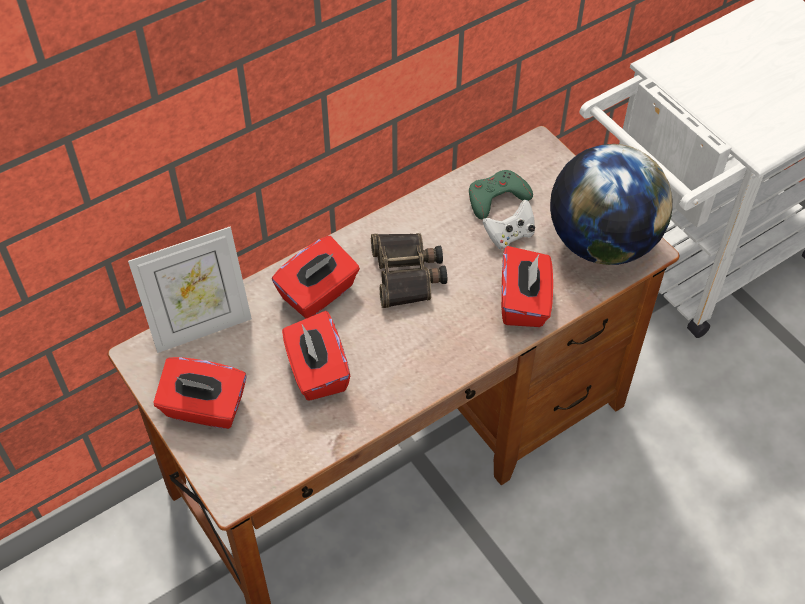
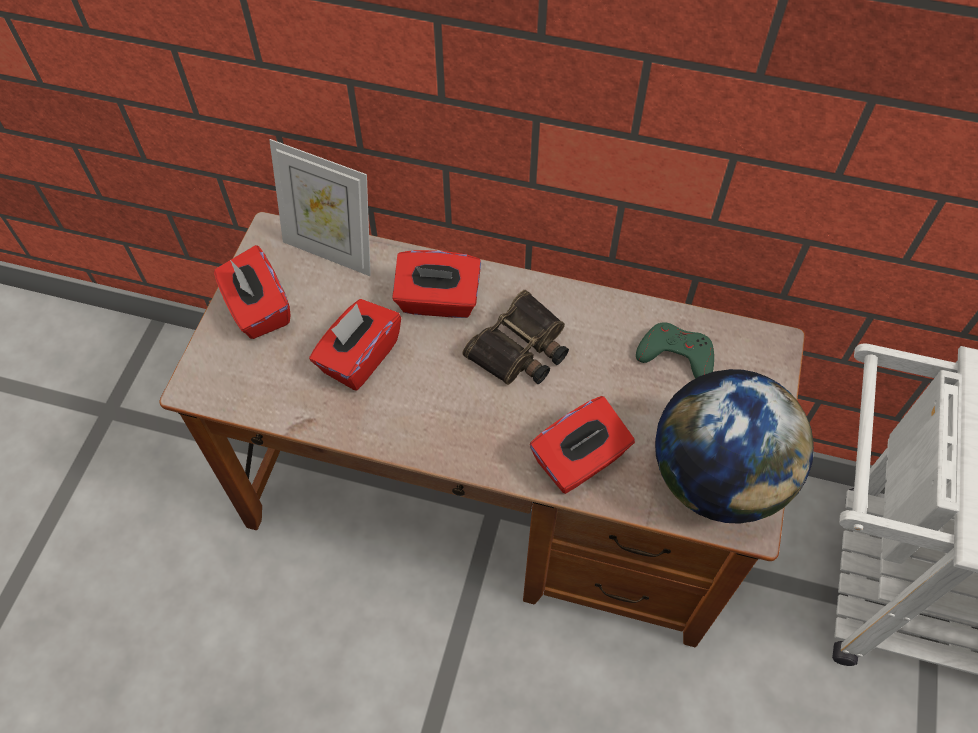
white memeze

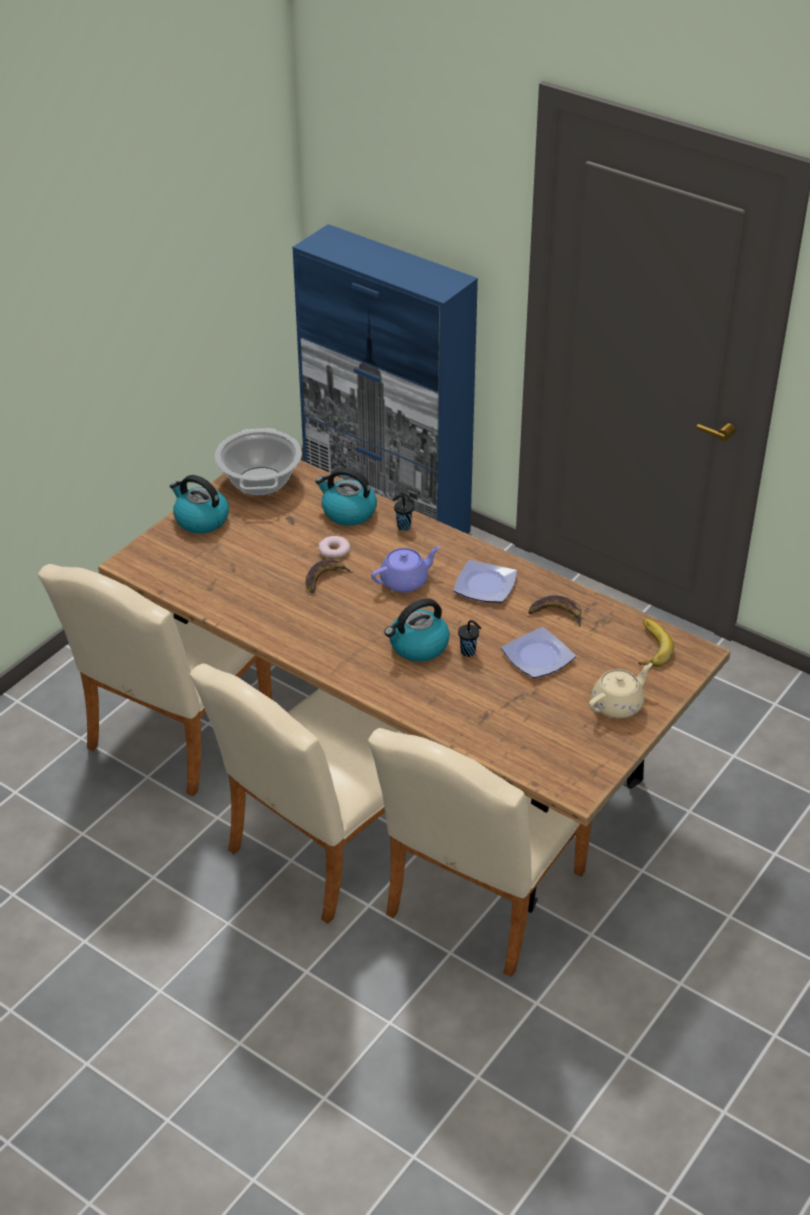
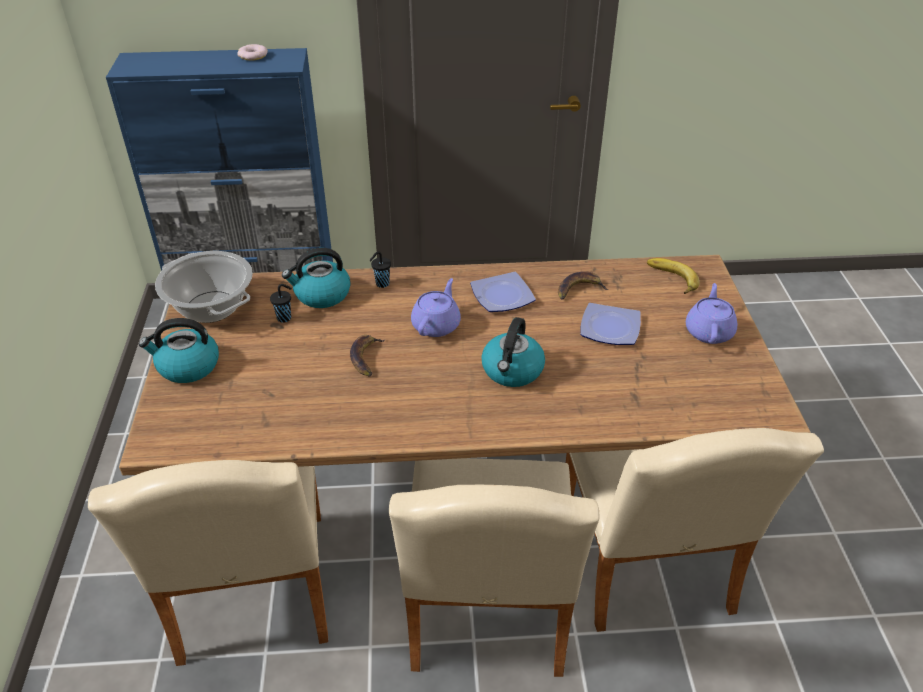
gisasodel
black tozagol (1st from left)
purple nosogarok (2nd from left)

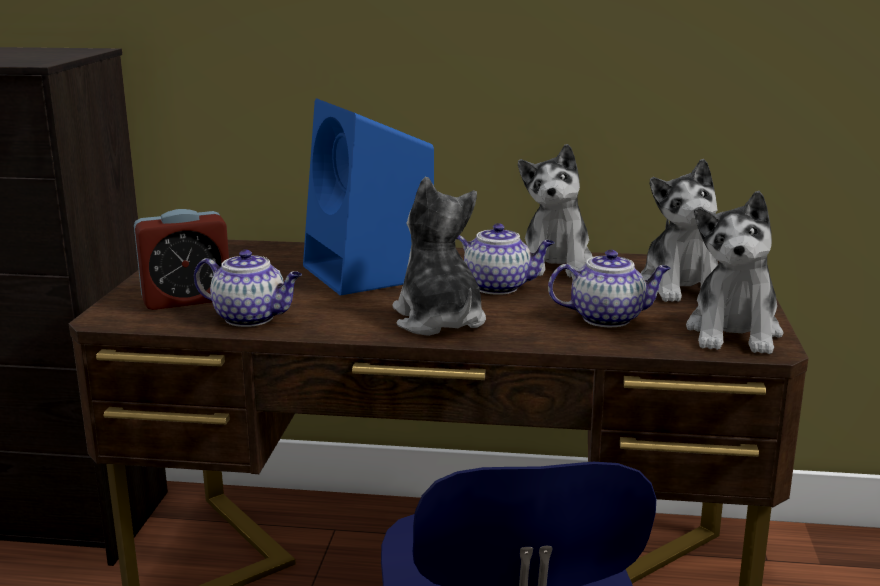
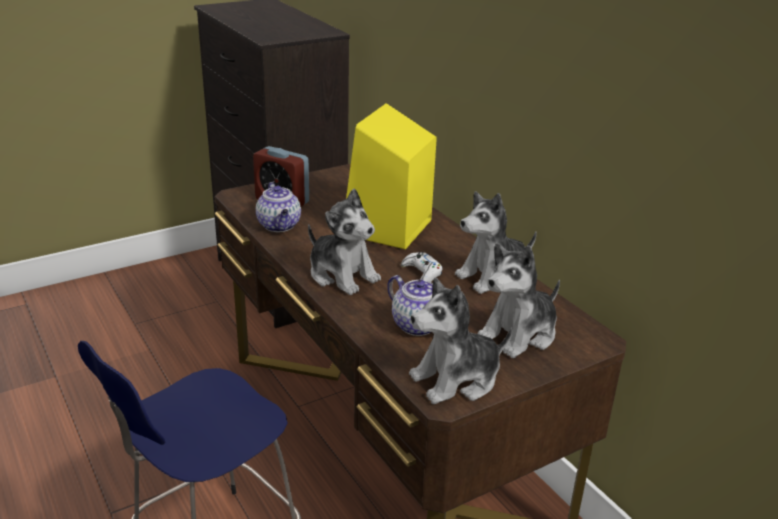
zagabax (1st from left)
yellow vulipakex
white memeze

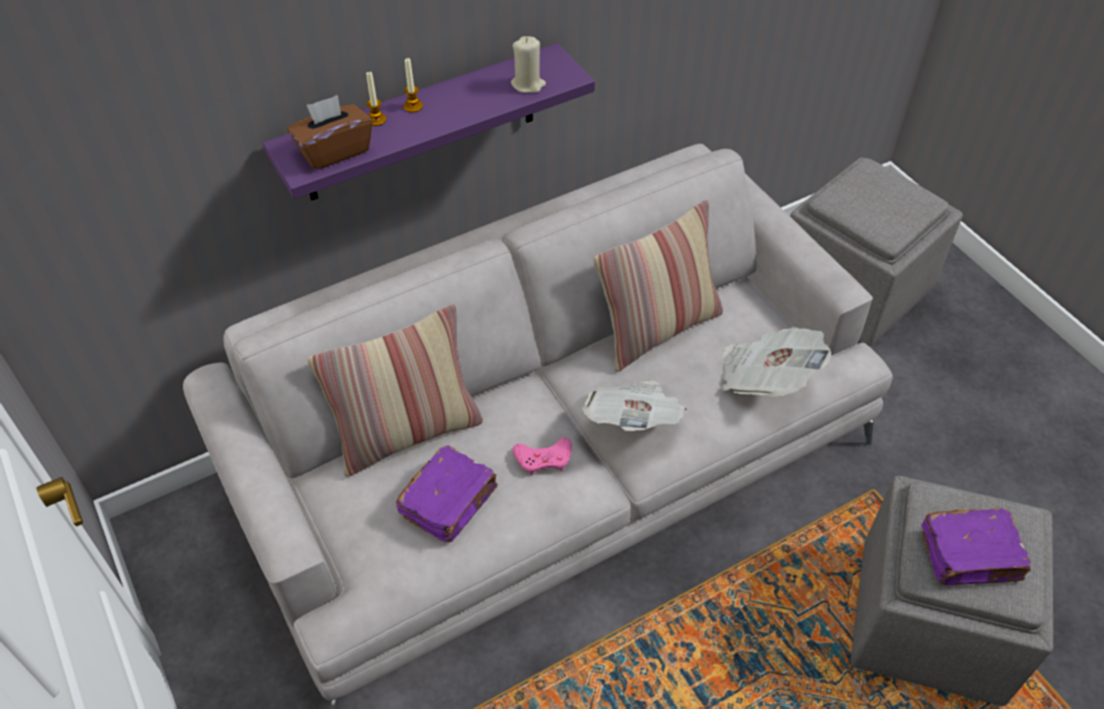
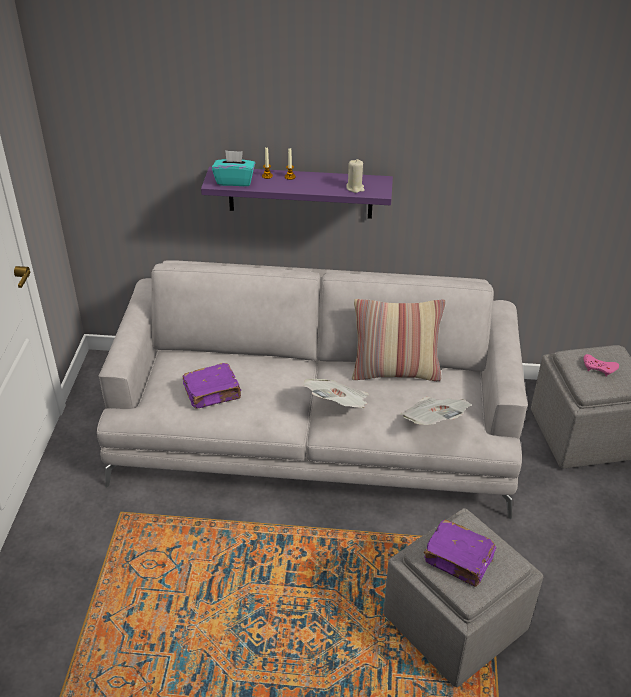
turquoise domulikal
pink memeze
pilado (1st from left in the first image)

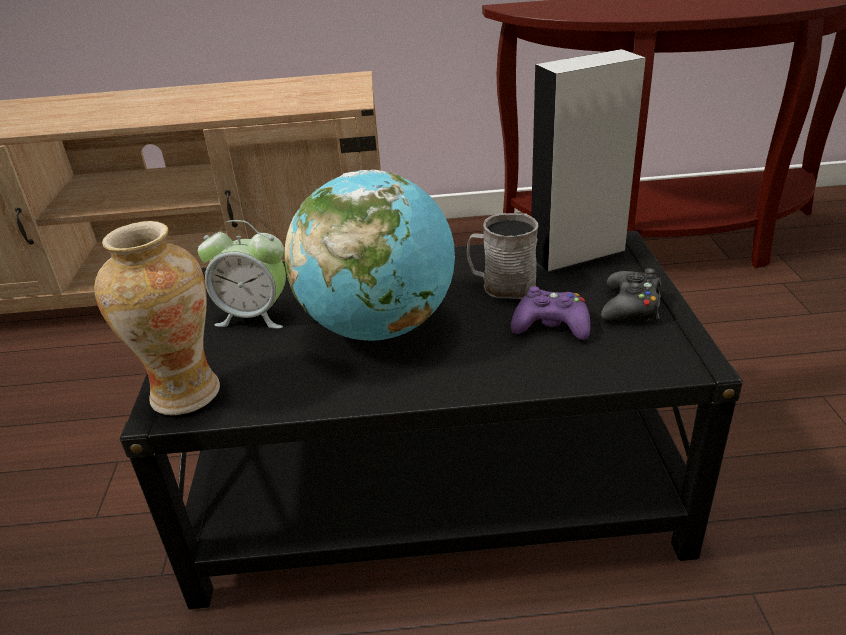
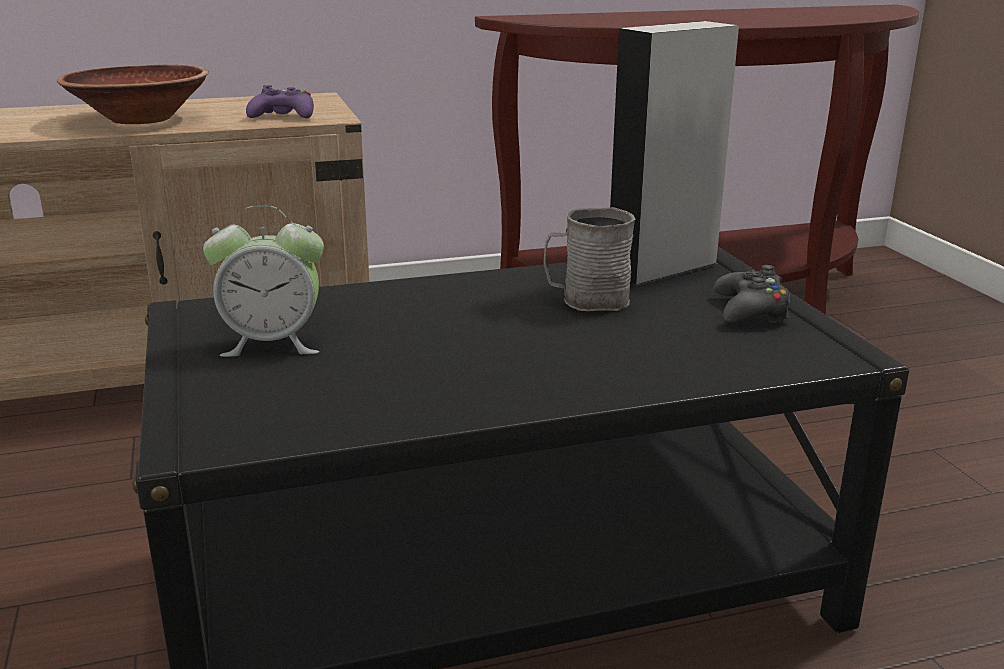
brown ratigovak
purple memeze
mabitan
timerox

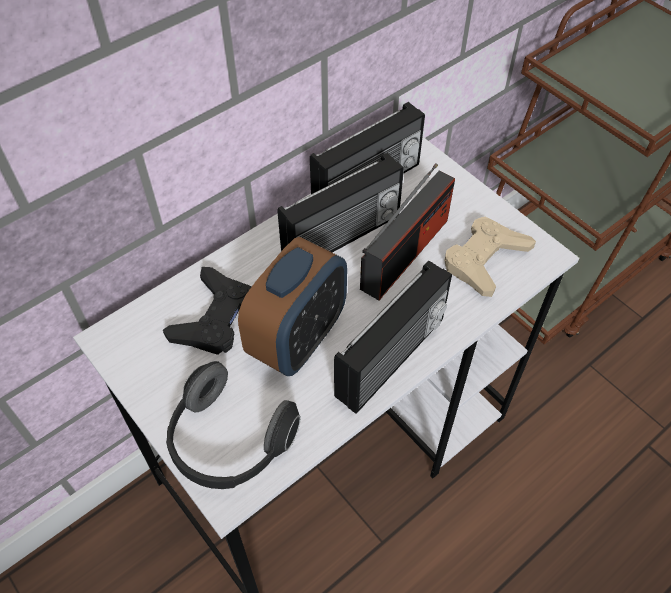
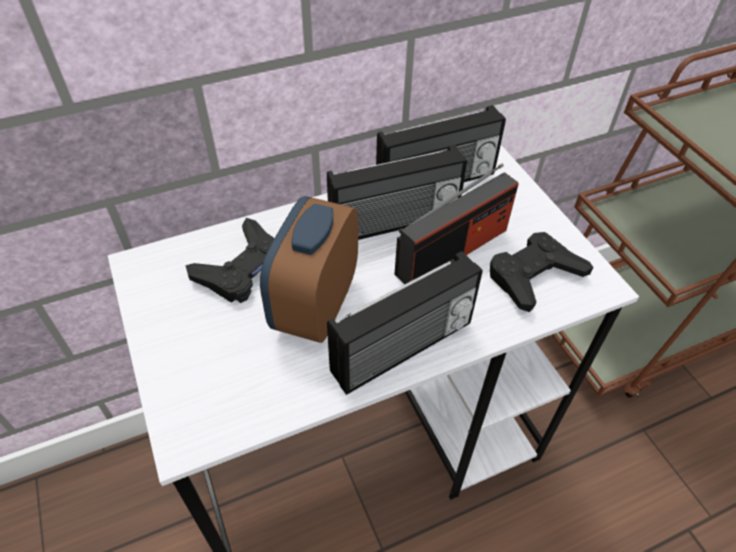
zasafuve
black memeze (2nd from left)
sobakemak

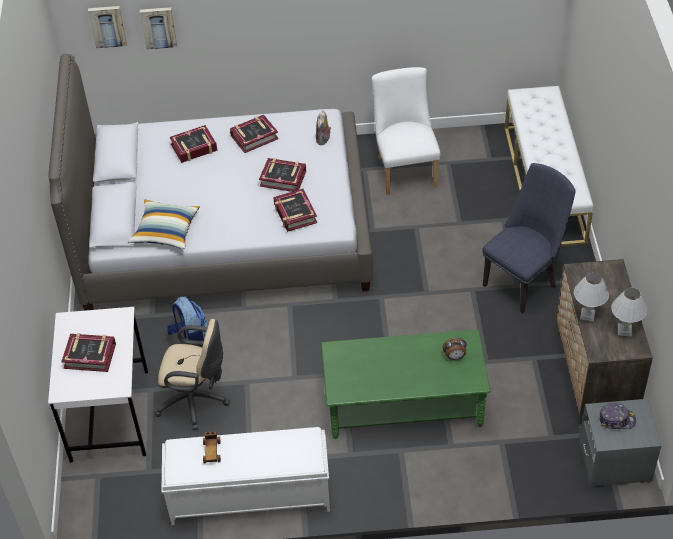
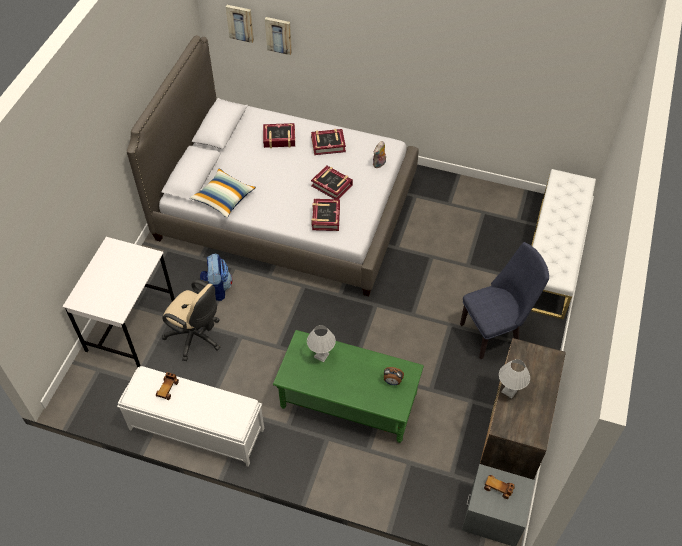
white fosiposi (1st from left)
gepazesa (2nd from left)
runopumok (1st from left in the first image)
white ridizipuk

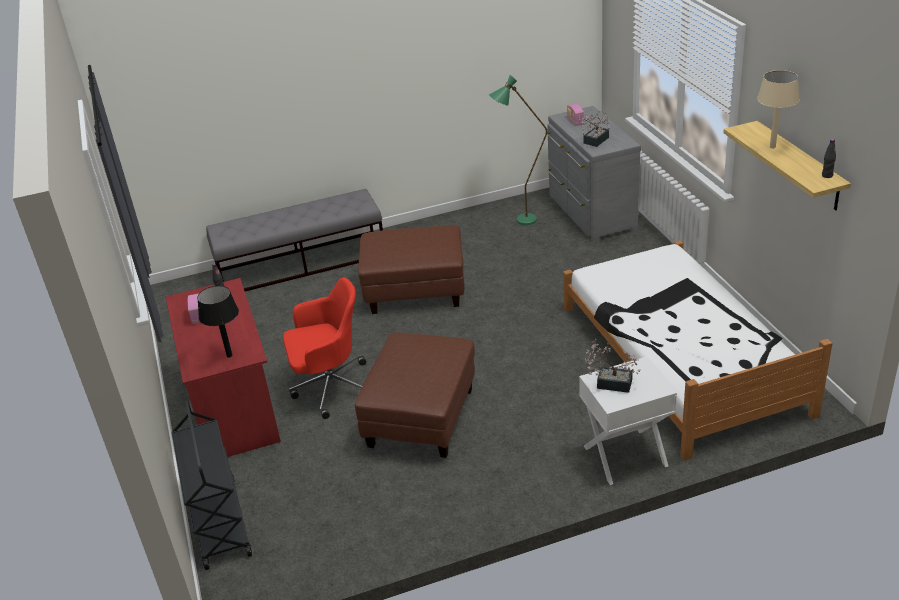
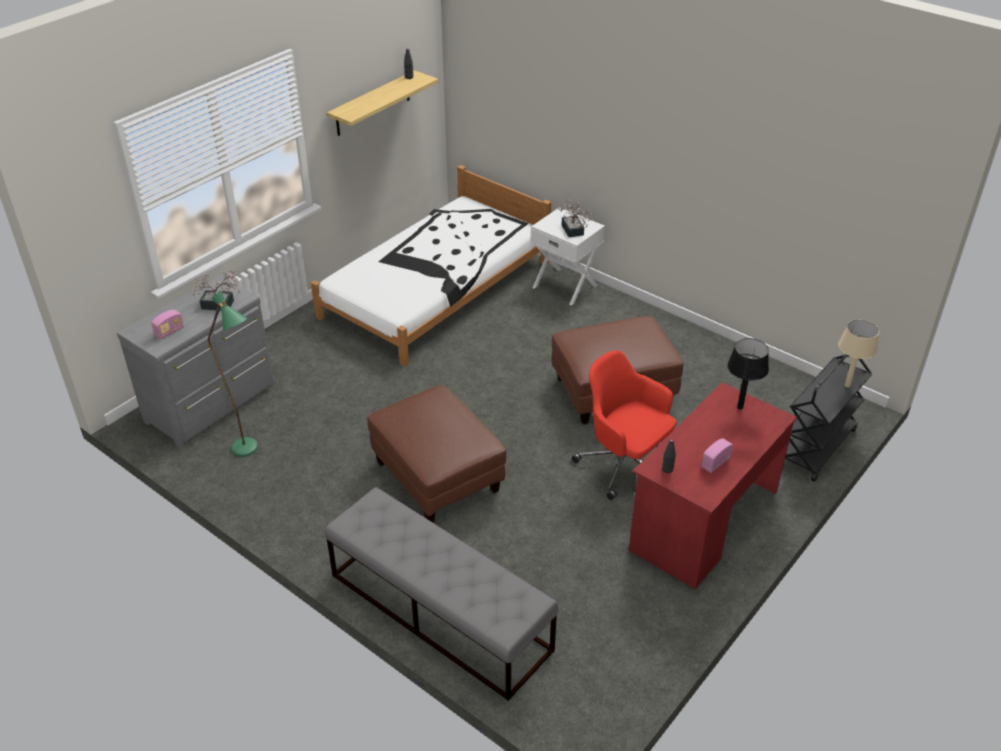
beige fosiposi

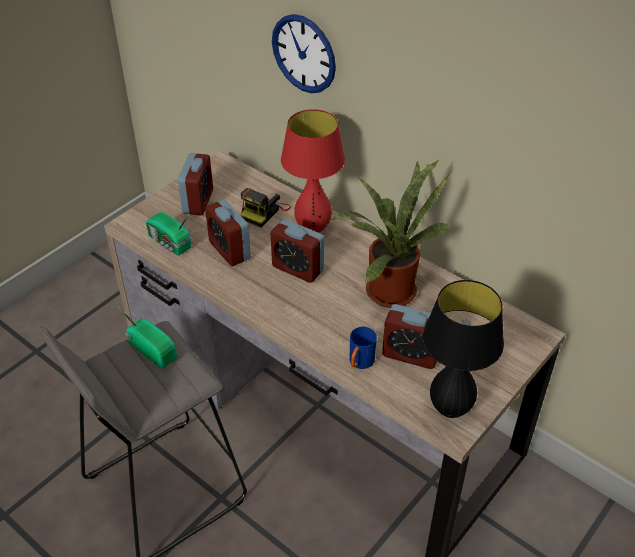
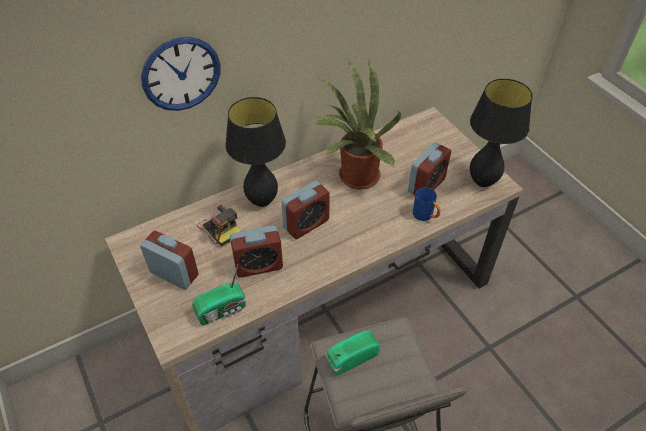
black fosiposi (1st from left)

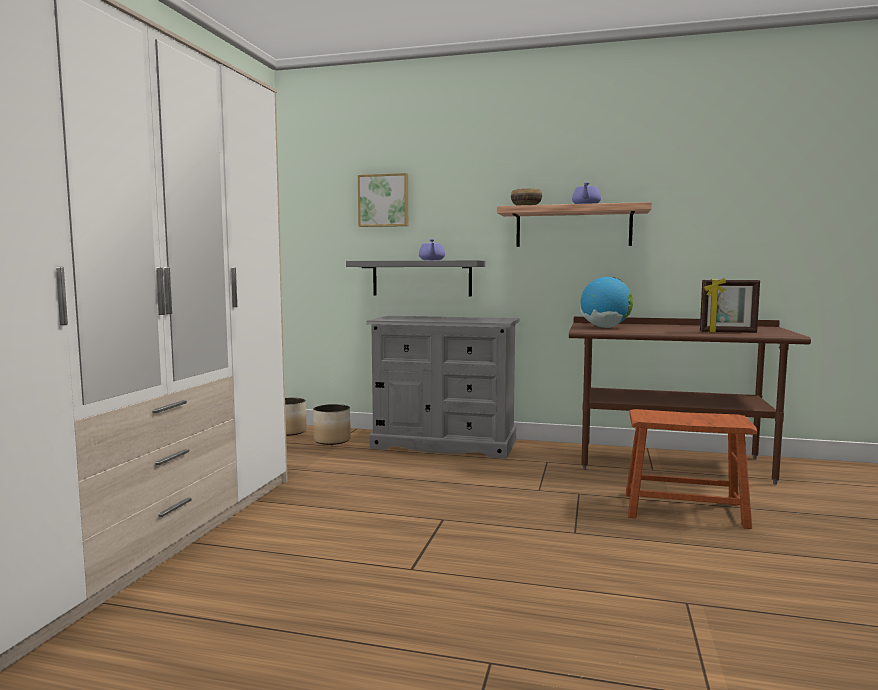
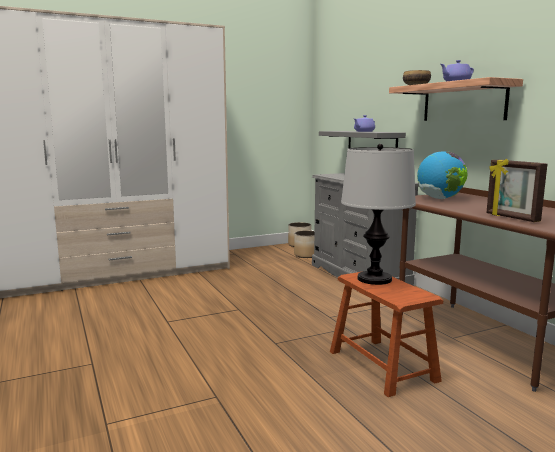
fosiposi
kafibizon

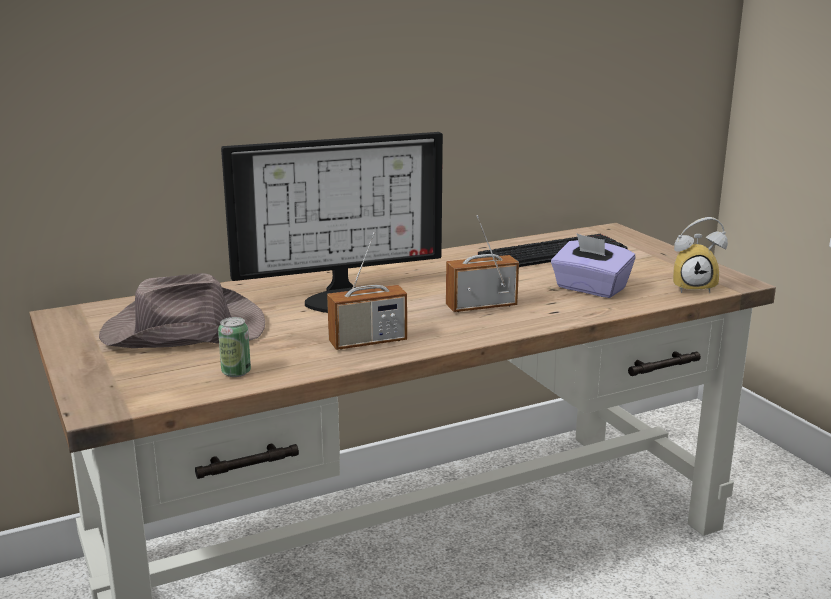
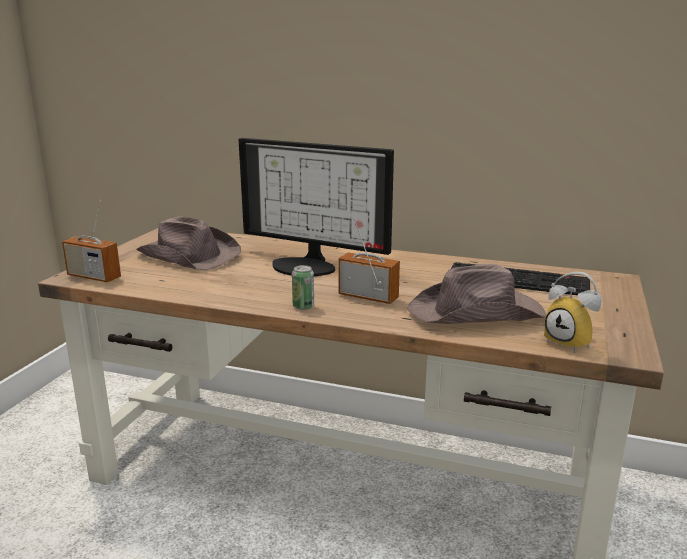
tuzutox (1st from left)
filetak
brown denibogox (2nd from left)

